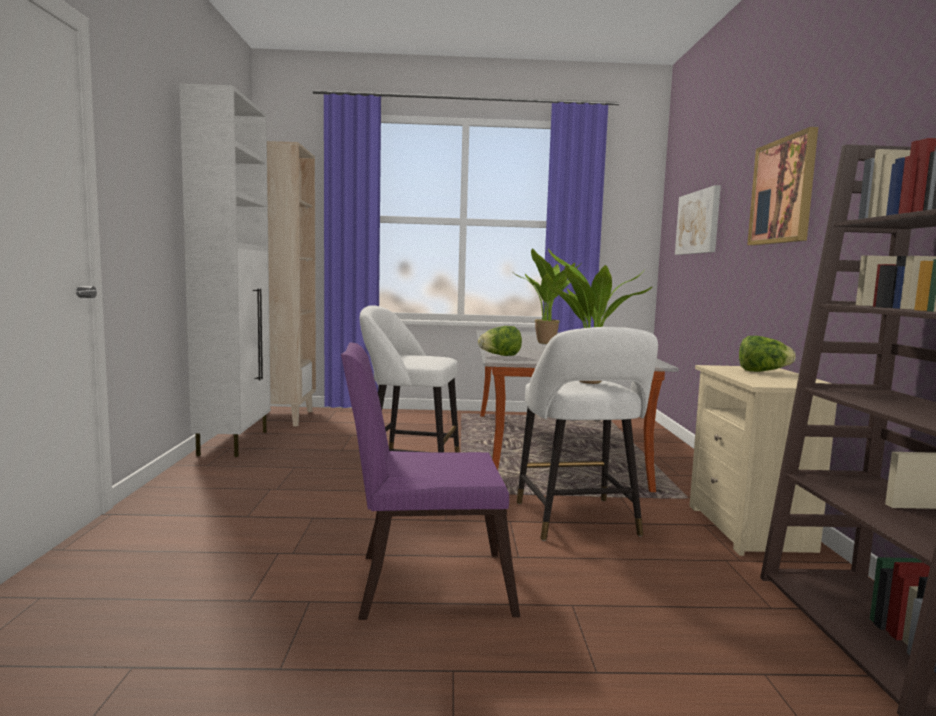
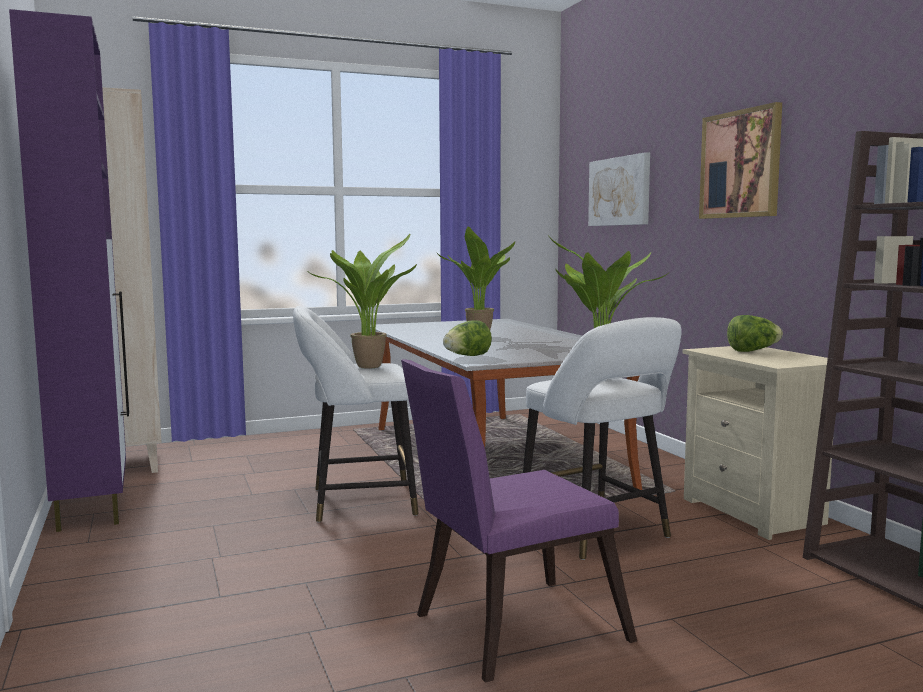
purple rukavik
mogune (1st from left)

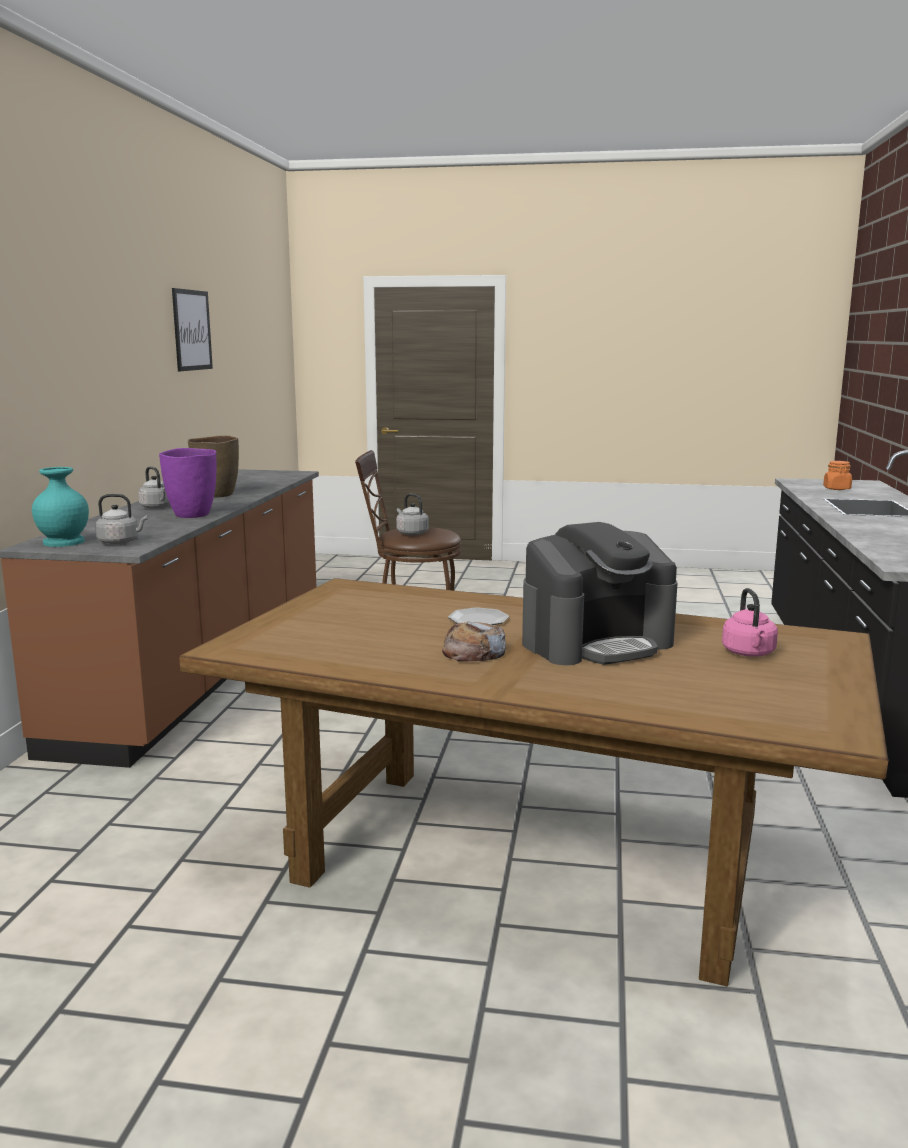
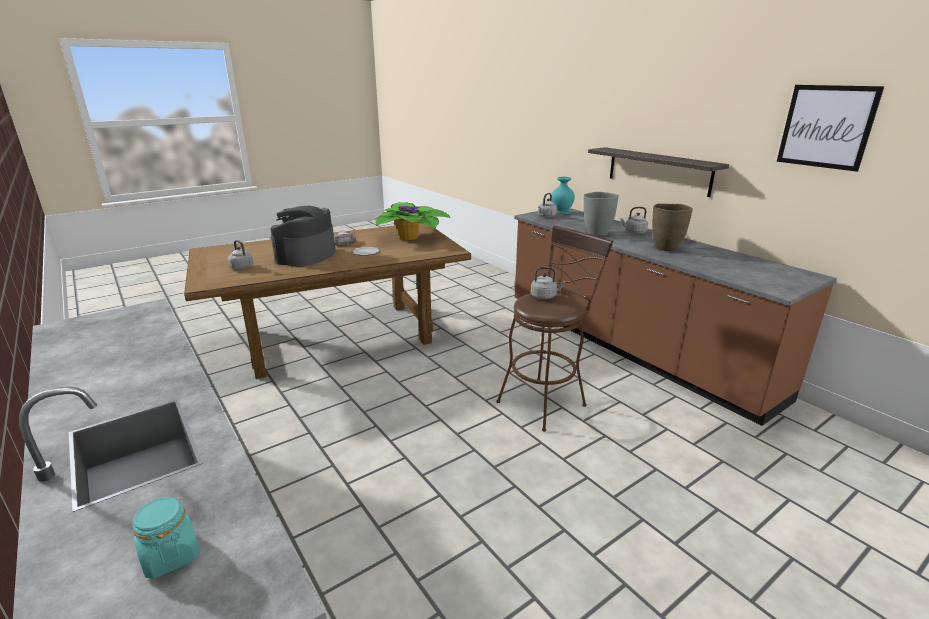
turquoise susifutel
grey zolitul (1st from left)
mogune
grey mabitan
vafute

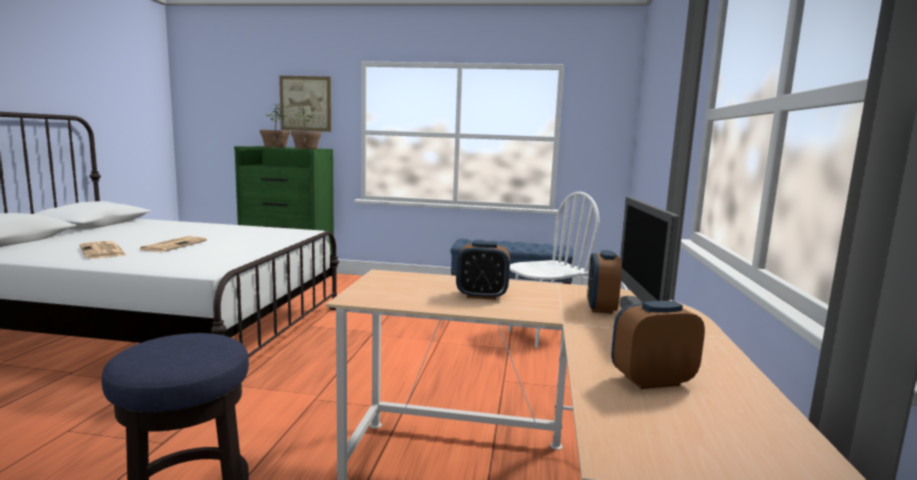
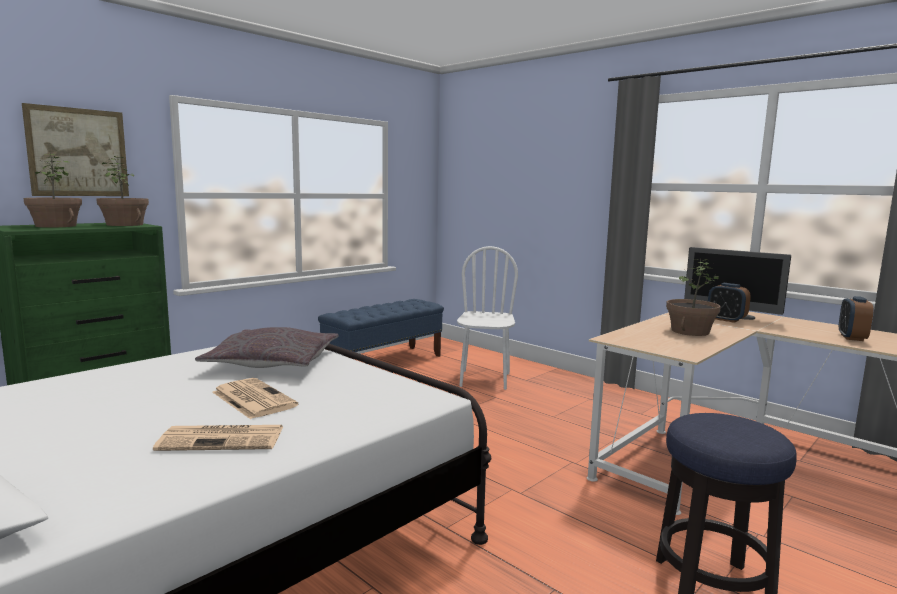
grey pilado
mogune (3rd from left)

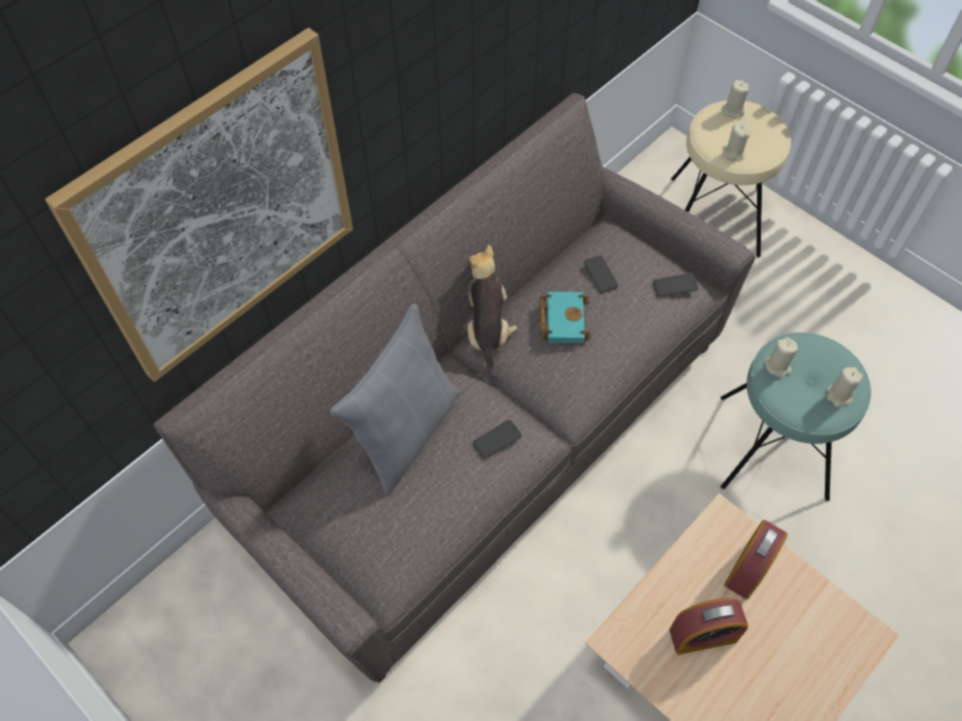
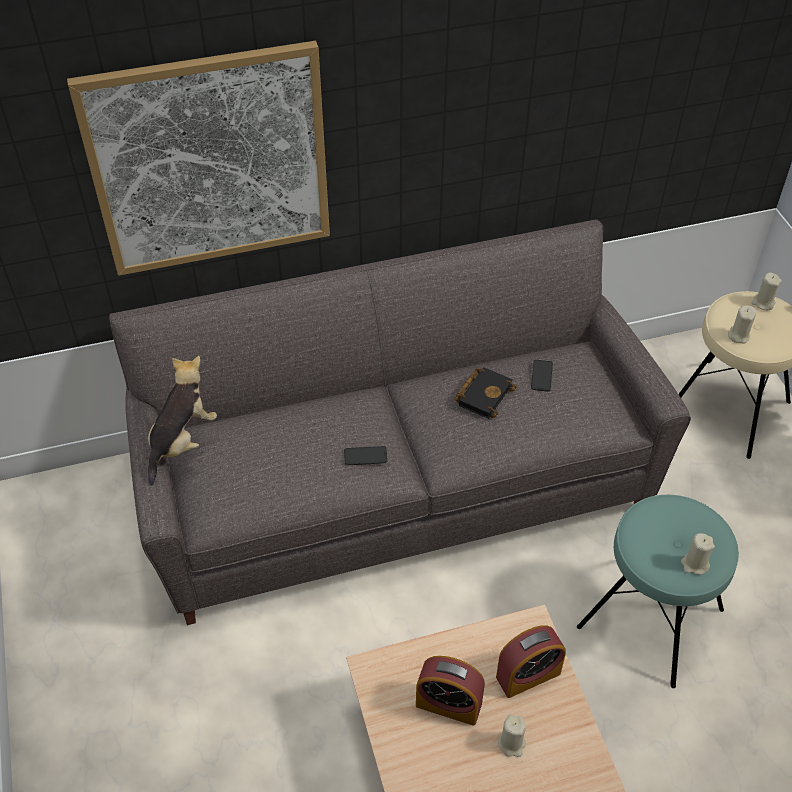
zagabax
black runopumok
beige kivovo (1st from left)
grey pilado
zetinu (3rd from left in the first image)

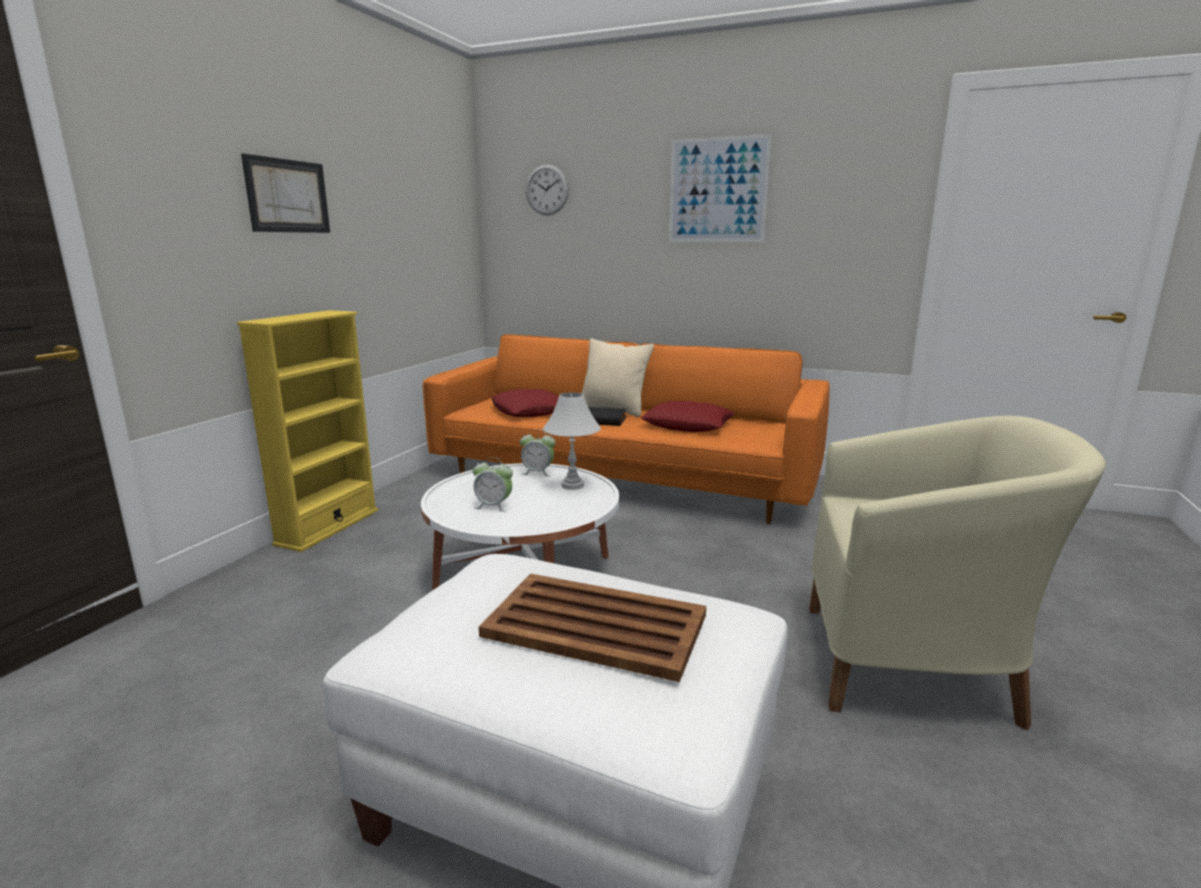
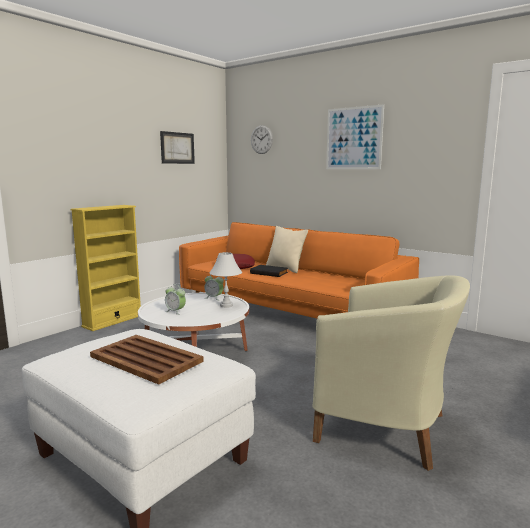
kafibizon (1st from left)
red pilado (2nd from left in the first image)

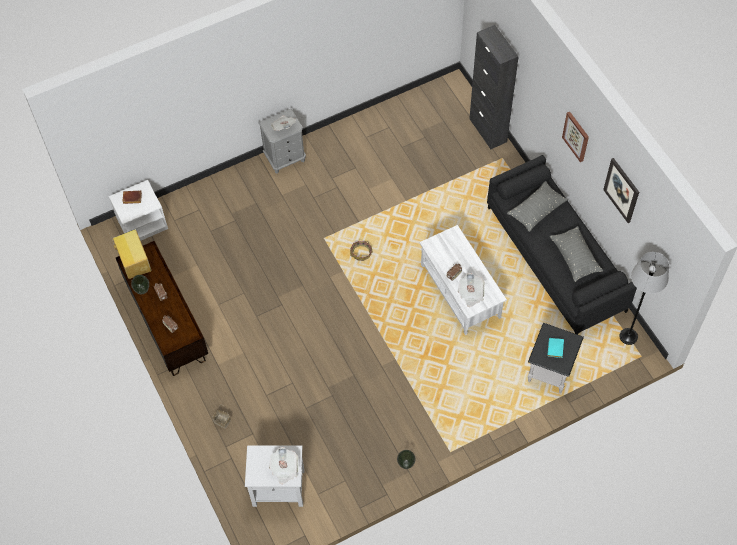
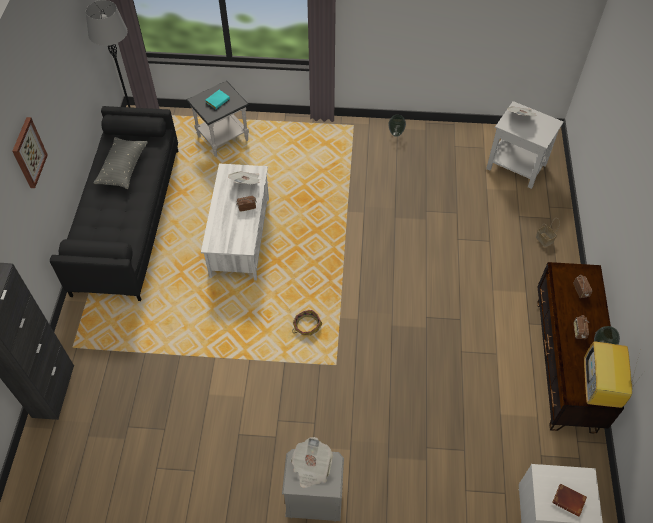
grey pilado (1st from left in the first image)
kafibizon (2nd from left in the first image)

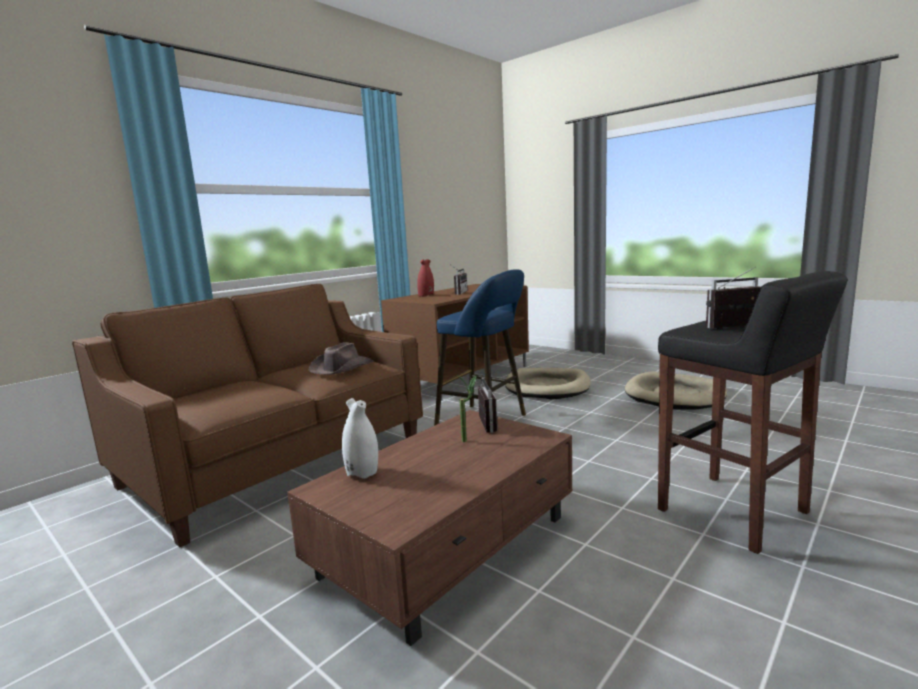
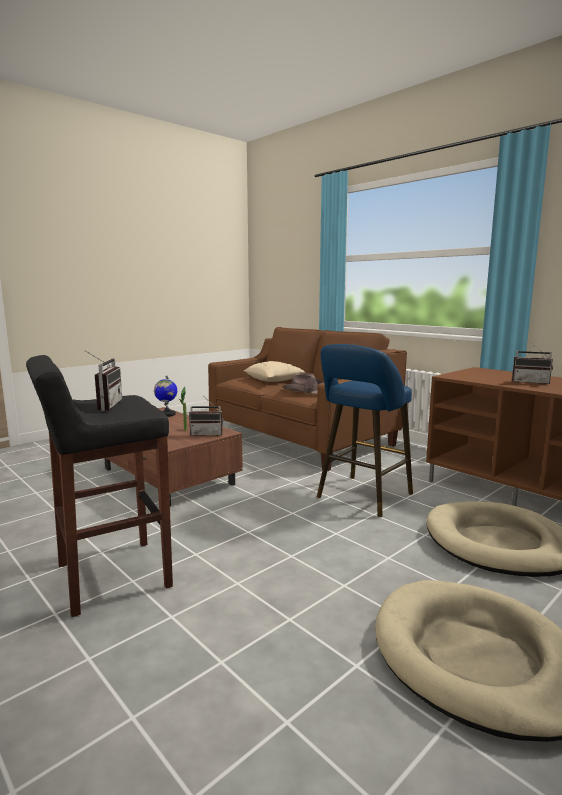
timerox
beige pilado
red mabitan

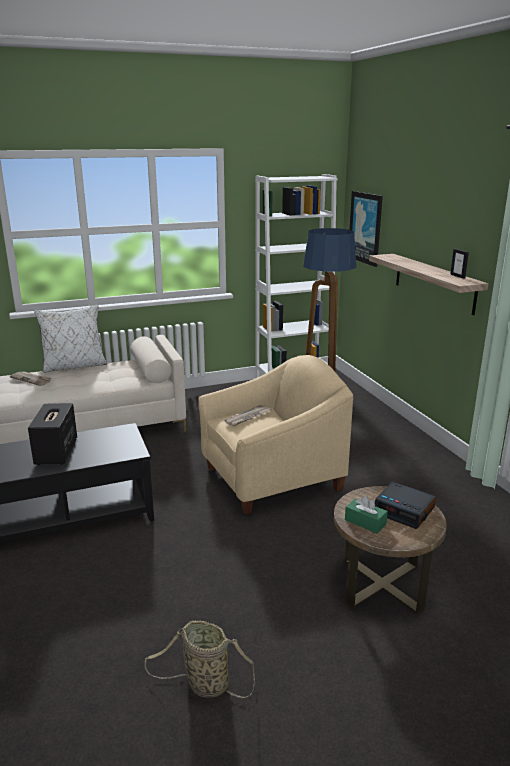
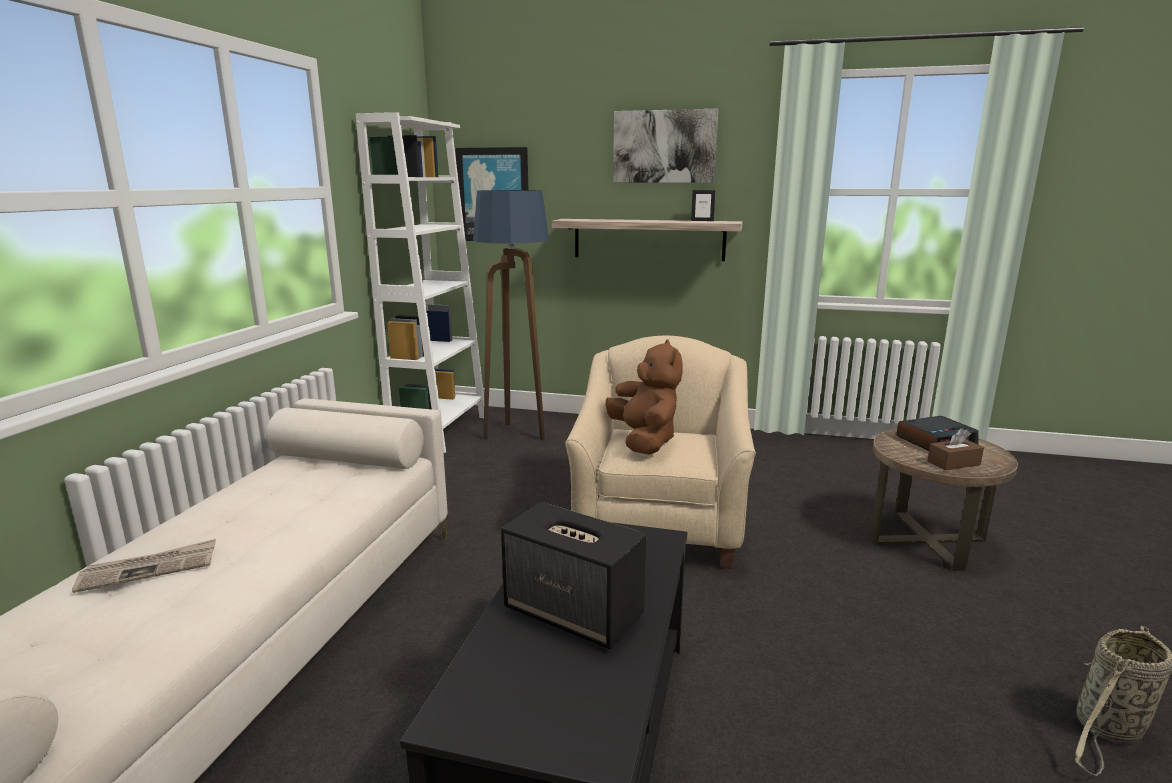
brown zagabax
kafibizon (2nd from left)
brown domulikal
white pilado

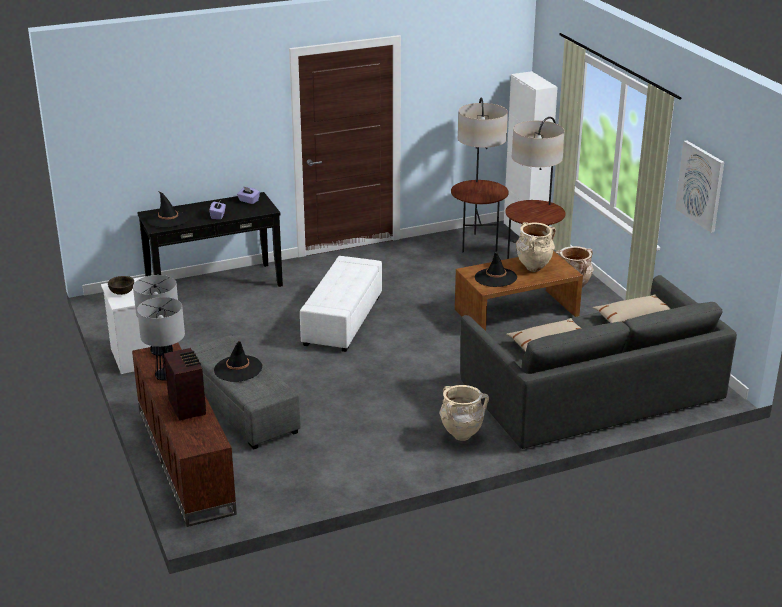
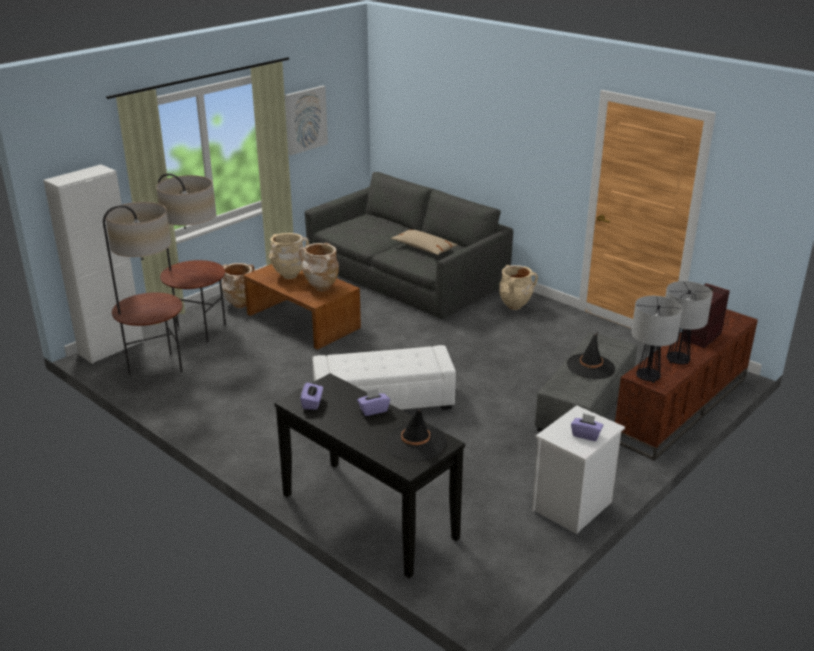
beige mabitan (3rd from left)
purple domulikal (3rd from left)
beige pilado (2nd from left in the first image)

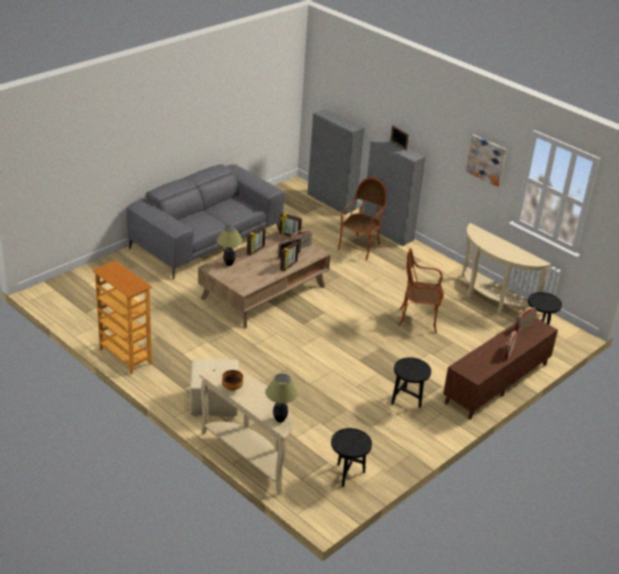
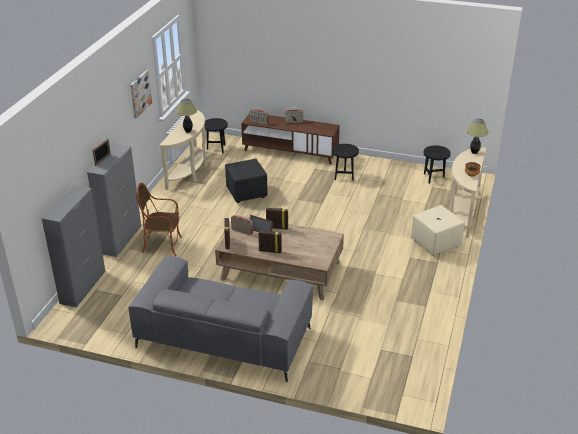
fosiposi (1st from left)
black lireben
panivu

